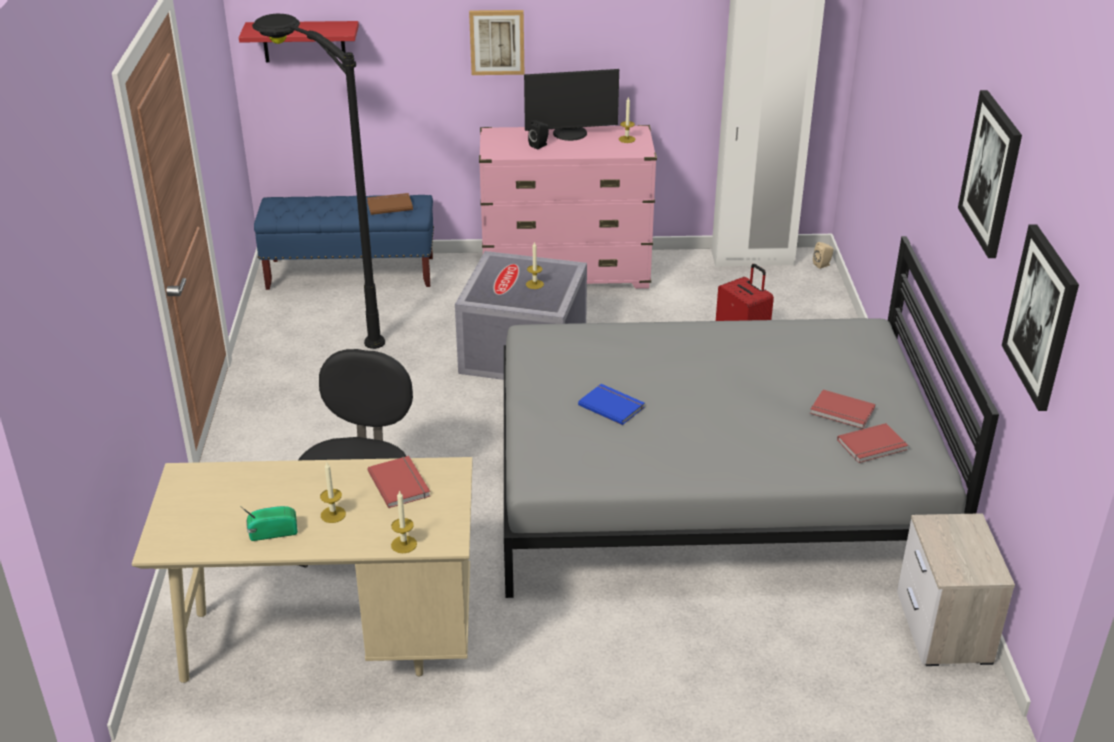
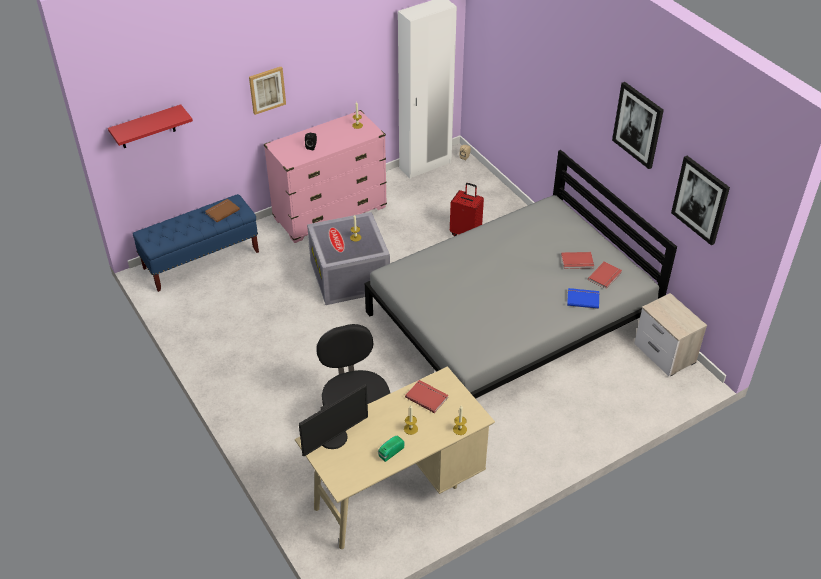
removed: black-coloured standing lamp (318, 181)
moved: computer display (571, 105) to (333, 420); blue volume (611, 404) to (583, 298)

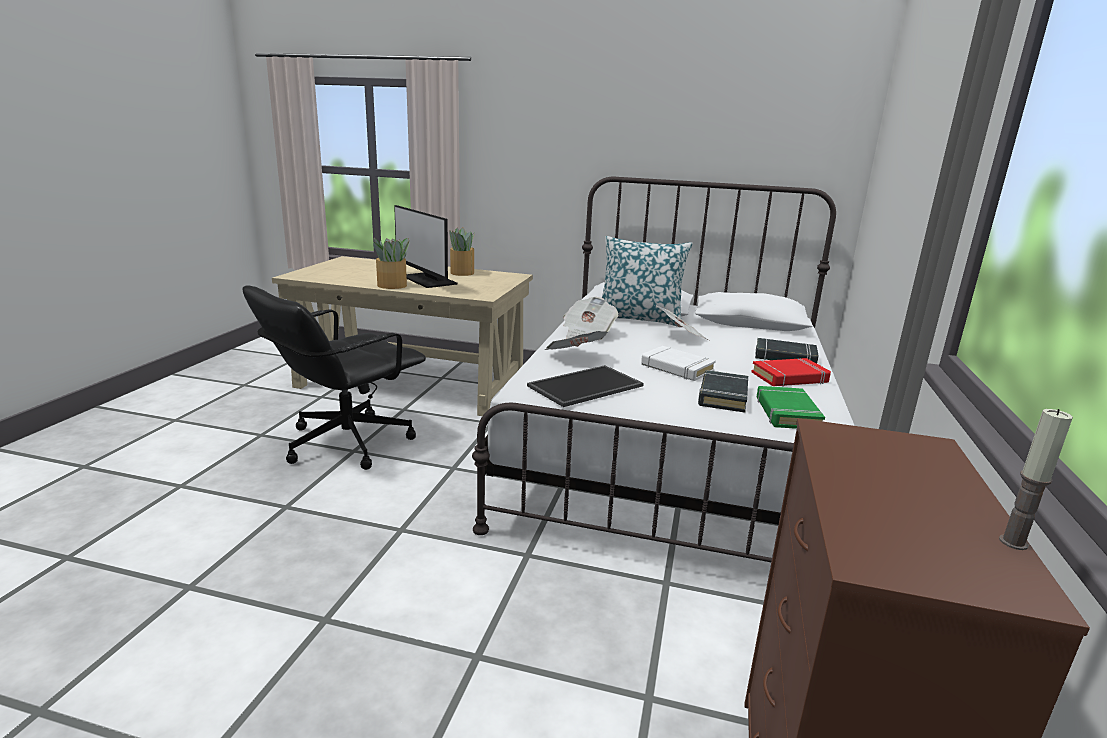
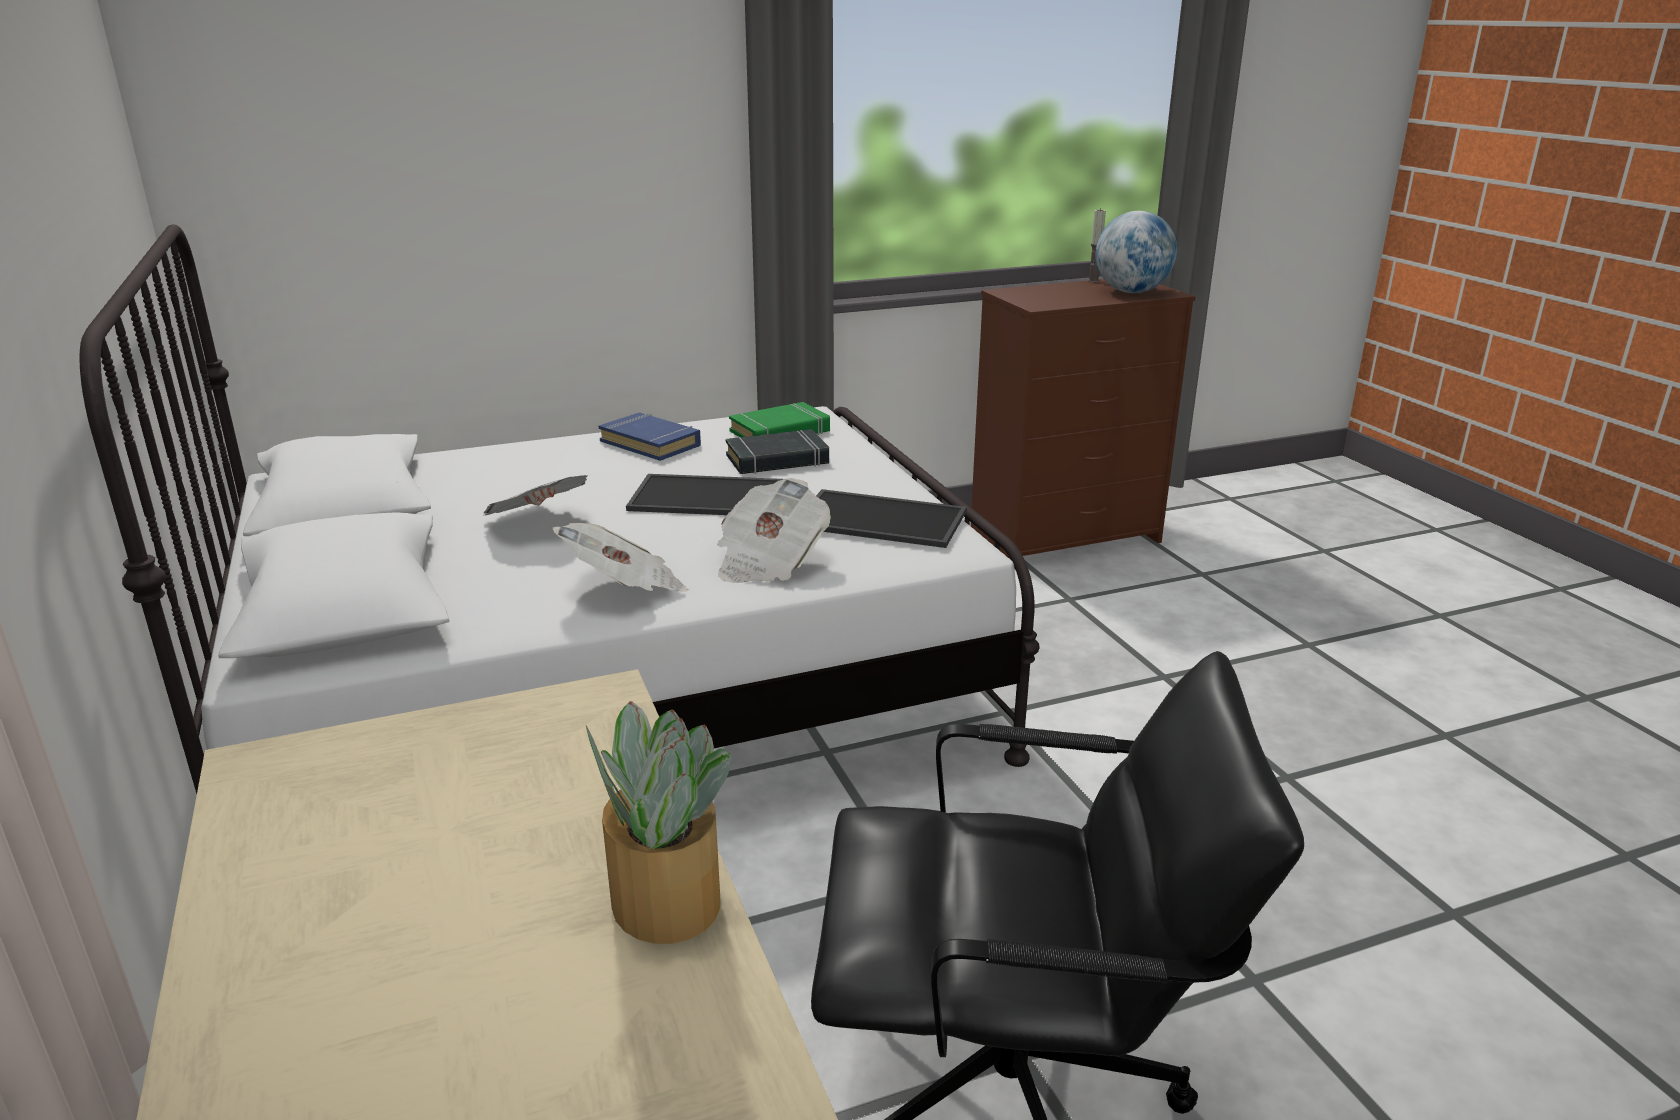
removed: computer display (426, 246); plant in a pot (462, 251); cushion (647, 281); black-coloured volume (787, 351)
added: world globe (1136, 252)
replaced: white-coloured volume (678, 363) to carrying tray (704, 494)
recoloured: red-coloured volume (791, 372) to blue volume (650, 436)

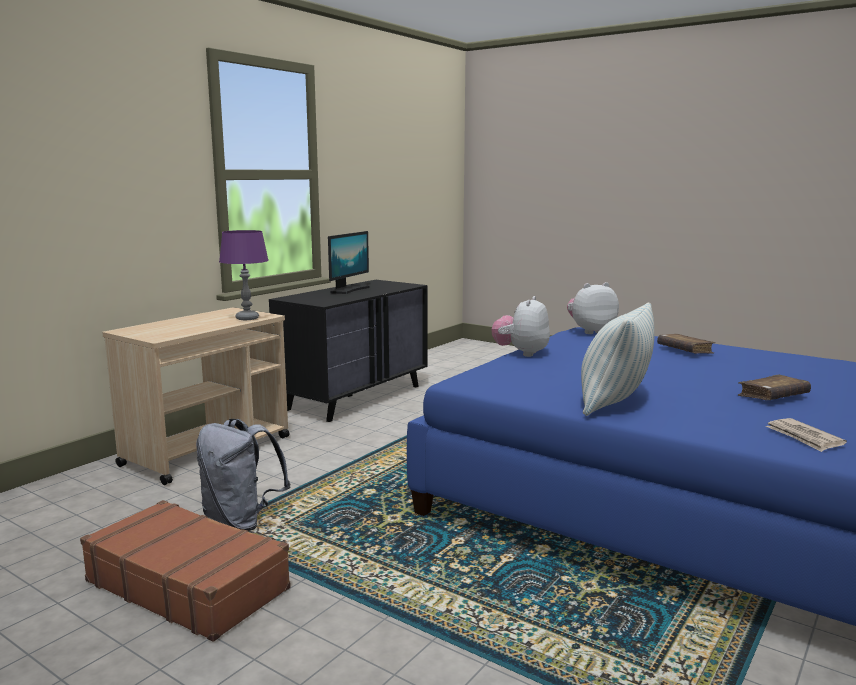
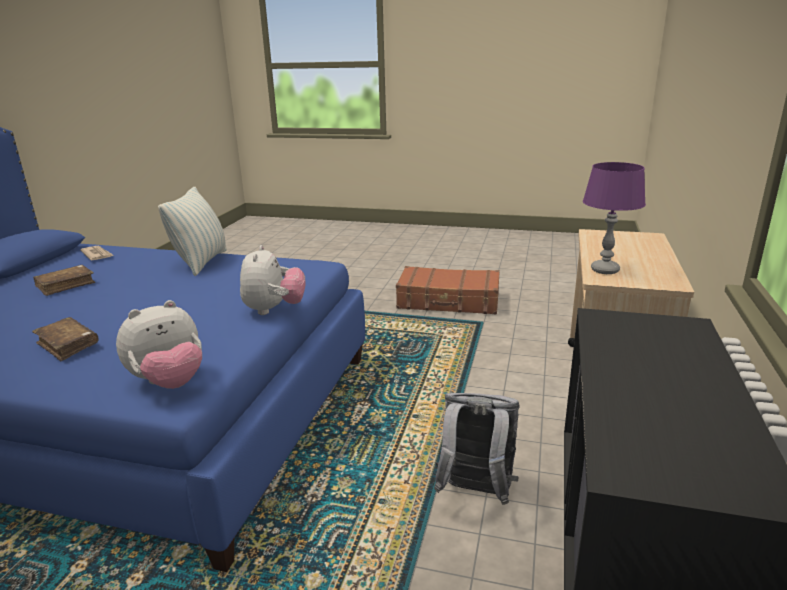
removed: computer display (348, 262)
moved: gray rucksack (243, 475) to (477, 449)

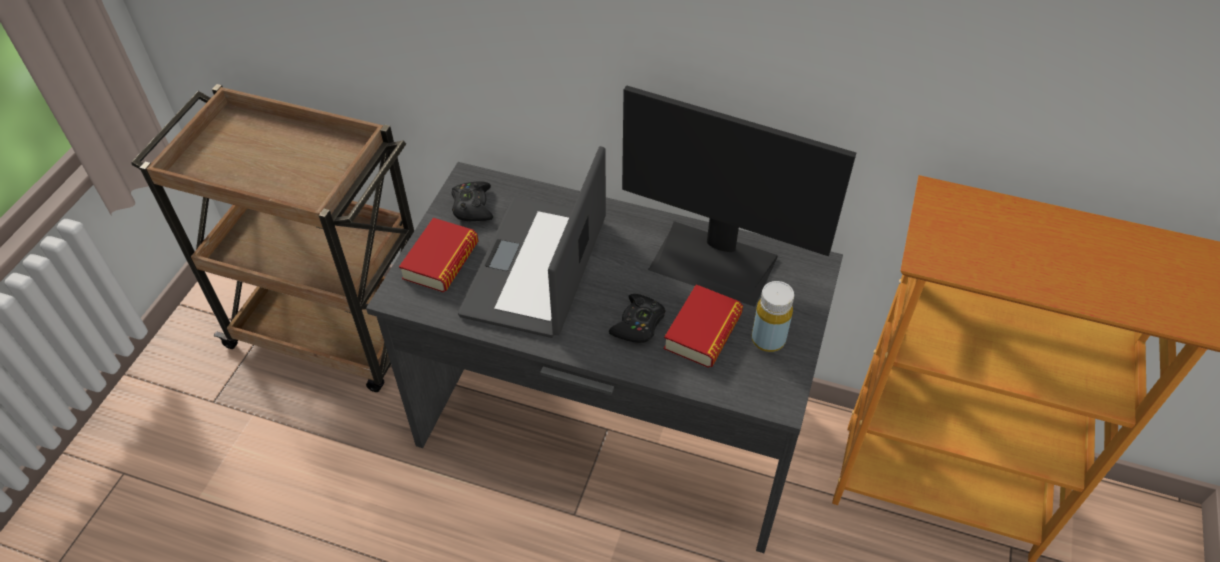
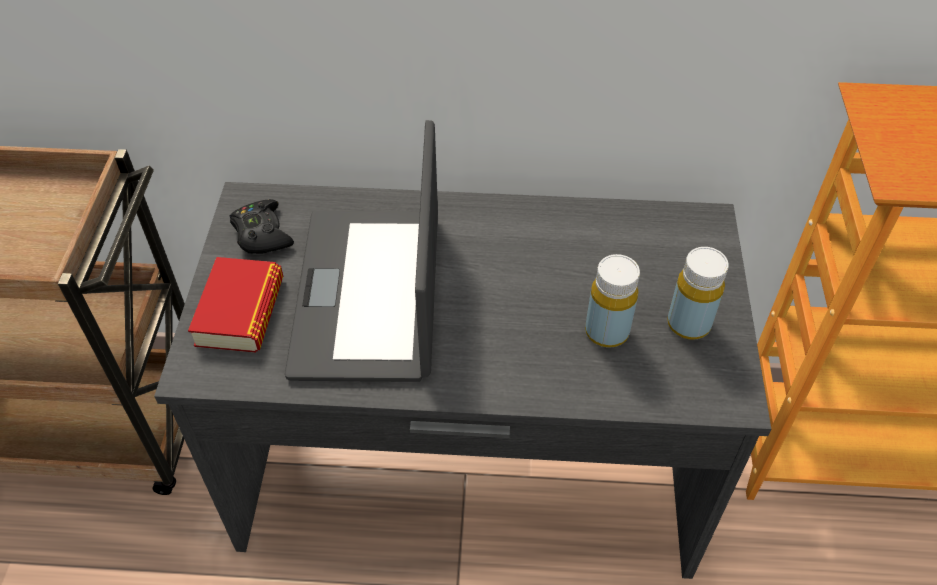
removed: black-coloured gamepad (637, 318); computer display (739, 196)
replaced: volume (703, 326) to yellow-coloured bottle (612, 301)

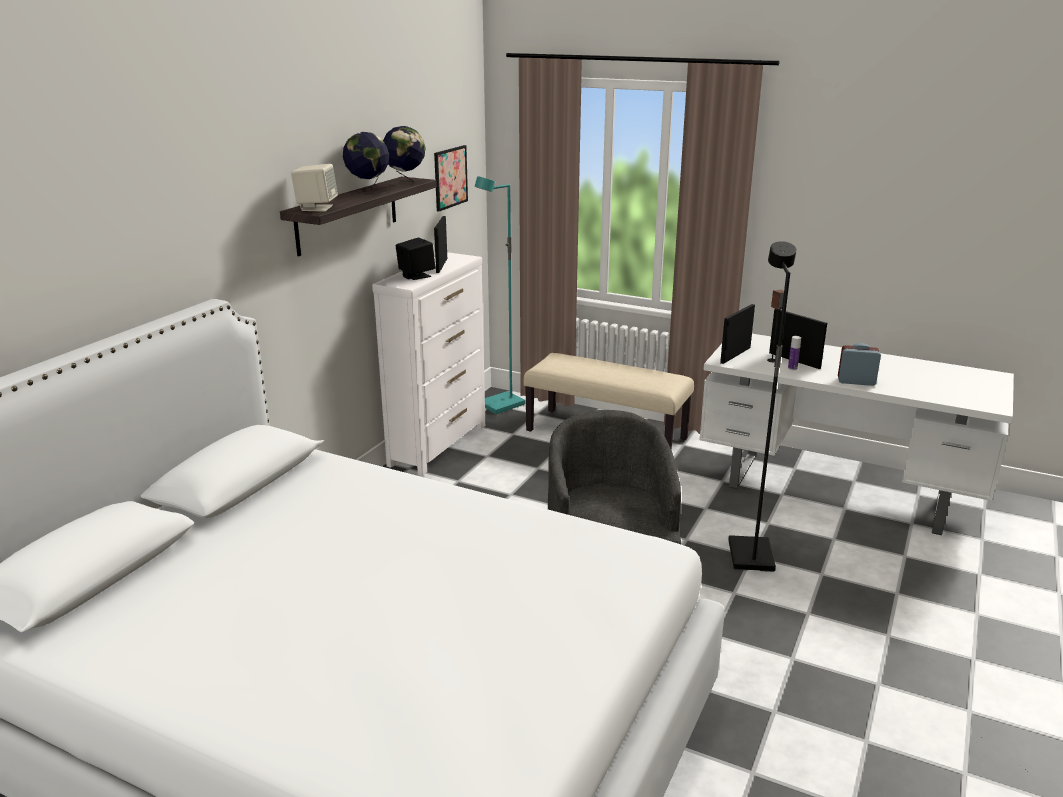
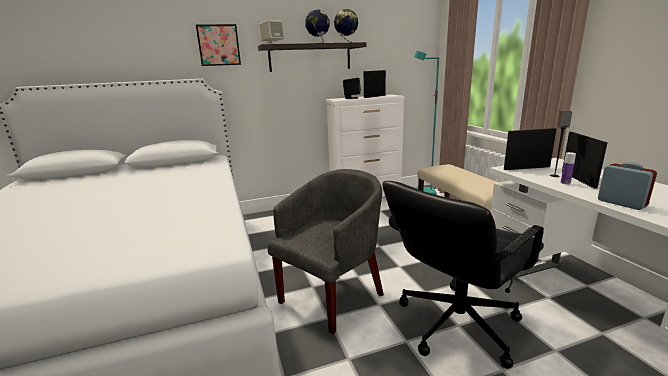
moved: picture (451, 178) to (218, 45)
replaced: black-coloured standing lamp (762, 406) to black-coloured computer chair (463, 275)

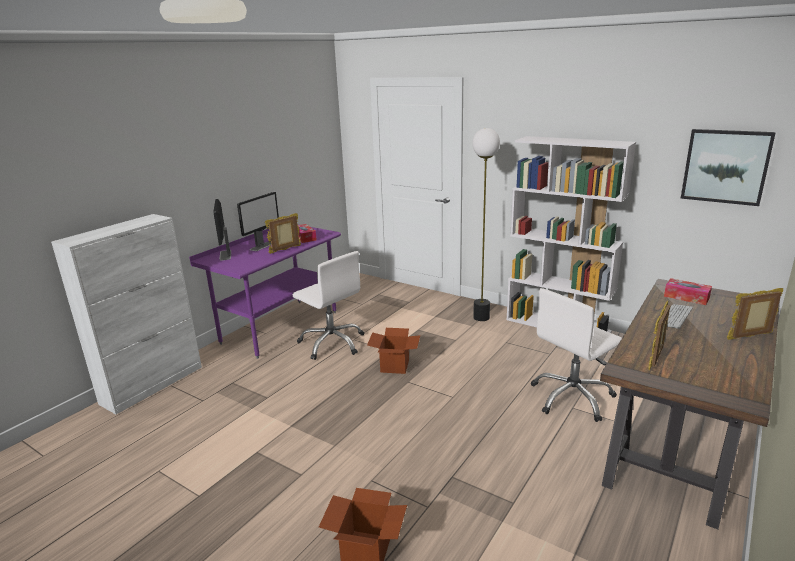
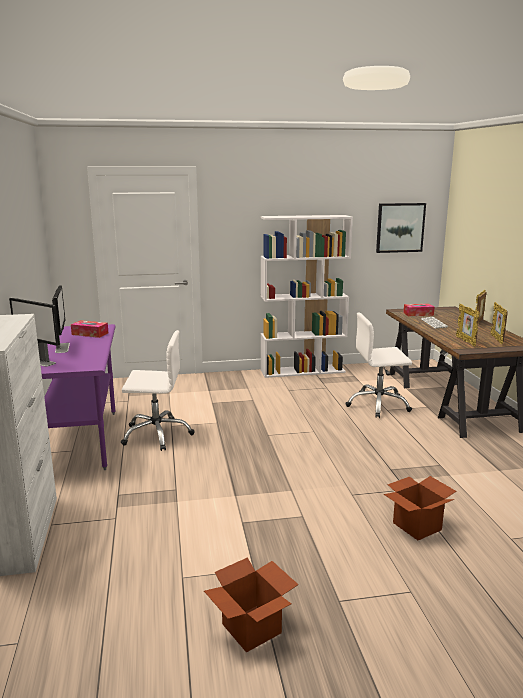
removed: standing lamp (486, 224)
moved: photo frame (283, 233) to (499, 323); carton (393, 351) to (251, 605)
turned: white-coloured computer chair (576, 355) = (378, 365) 75 degrees clockwise

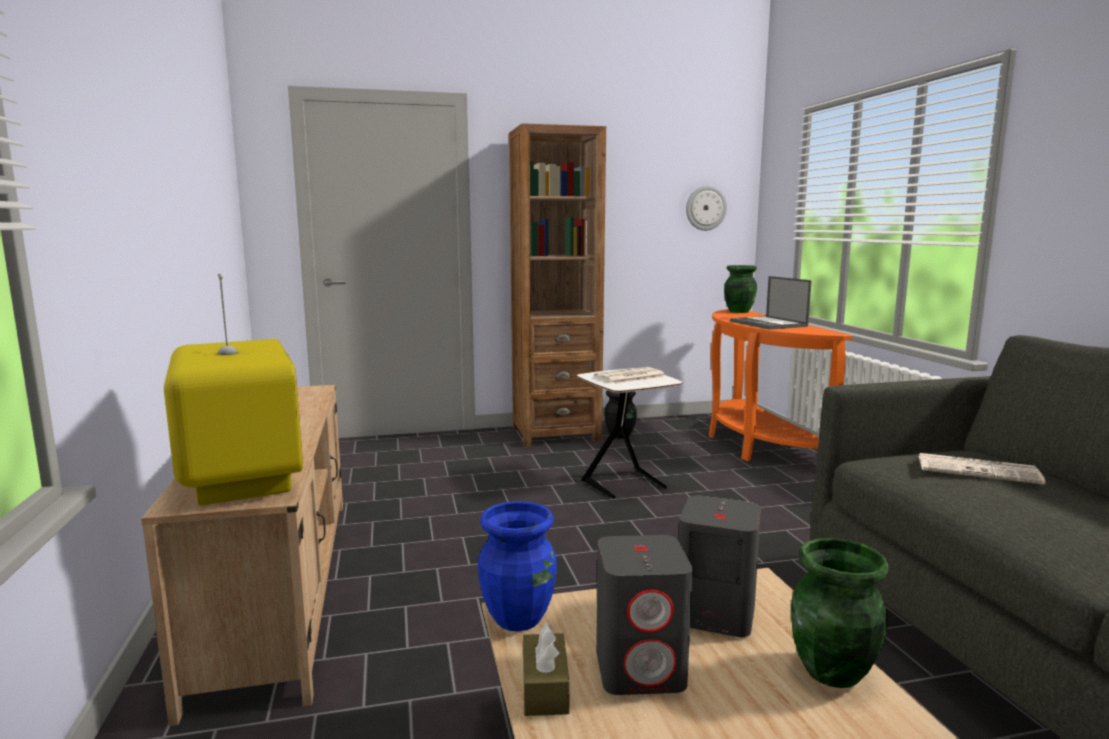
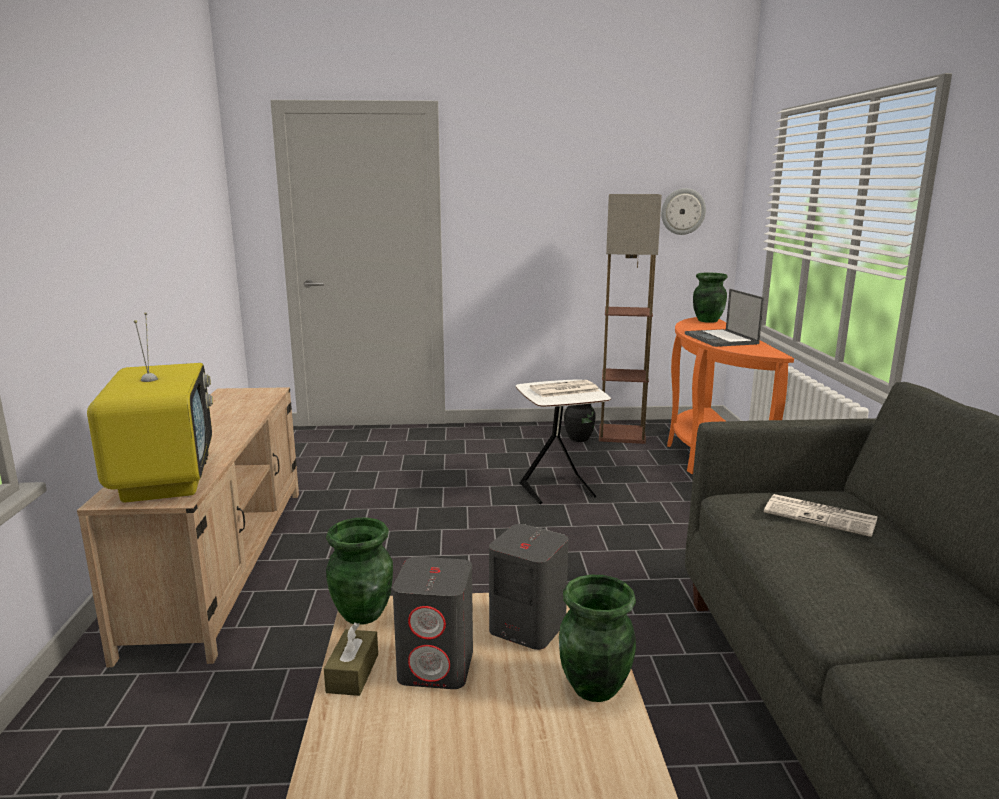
removed: brown-coloured bookcase (557, 285)
added: standing lamp (630, 319)
recoloured: blue decorative vase (517, 566) to green decorative vase (359, 571)

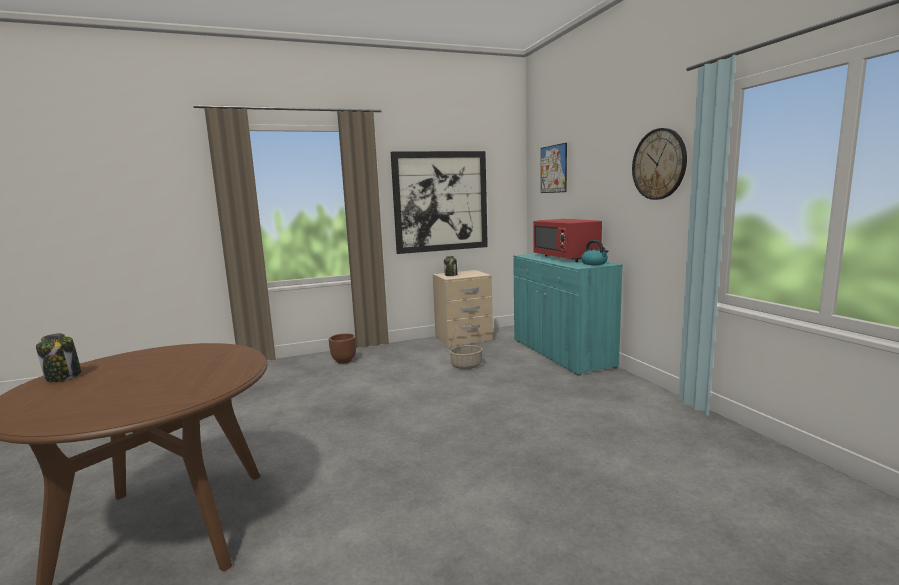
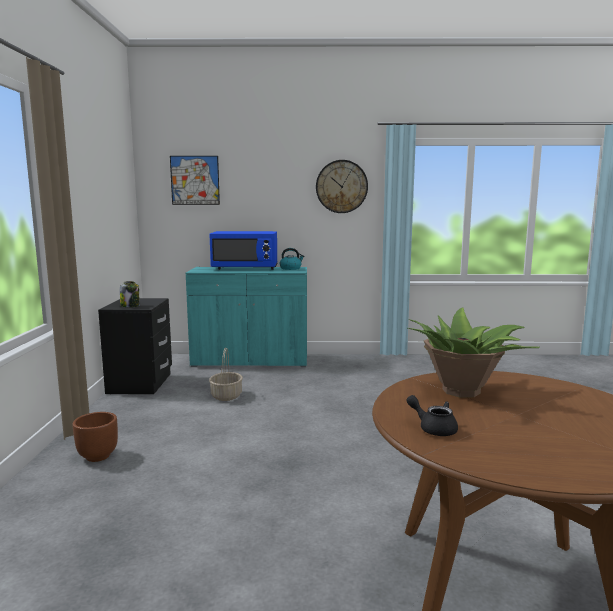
removed: storage jar (58, 357); picture (439, 202)
added: black-coloured tea pot (432, 415); plant in a pot (473, 352)
recoloured: sand-coloured night table (463, 308) to black-coloured night table (135, 346); red-coloured microwave oven (567, 240) to blue microwave oven (243, 250)

